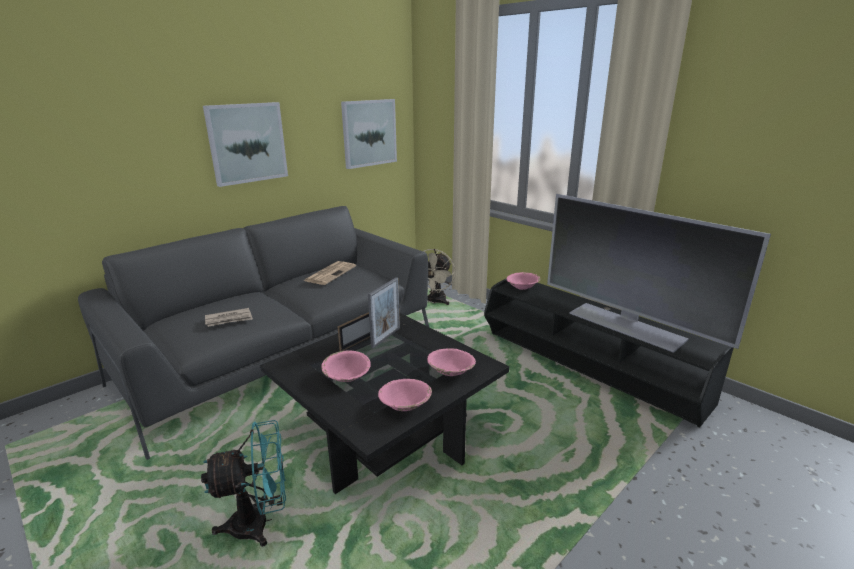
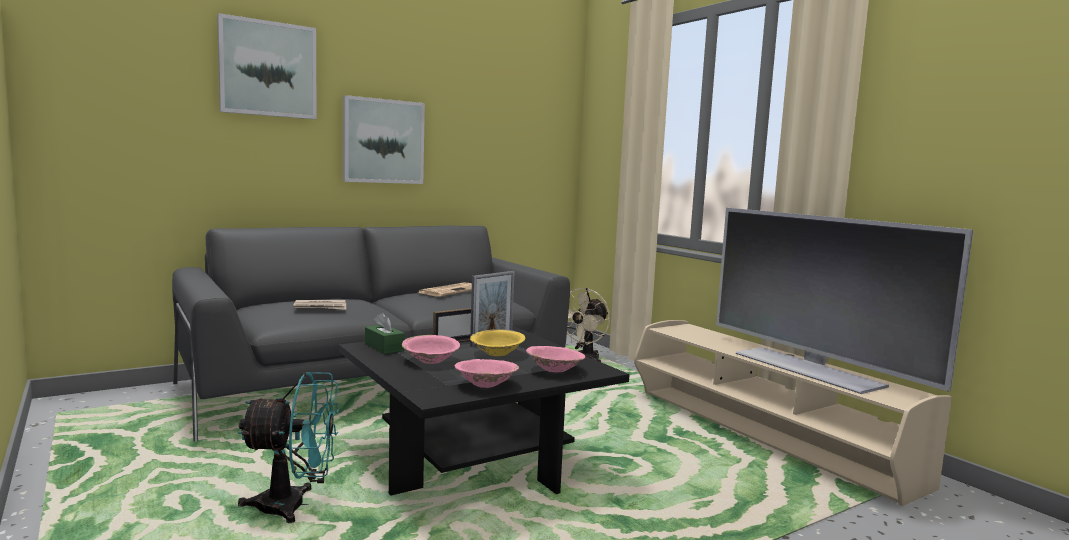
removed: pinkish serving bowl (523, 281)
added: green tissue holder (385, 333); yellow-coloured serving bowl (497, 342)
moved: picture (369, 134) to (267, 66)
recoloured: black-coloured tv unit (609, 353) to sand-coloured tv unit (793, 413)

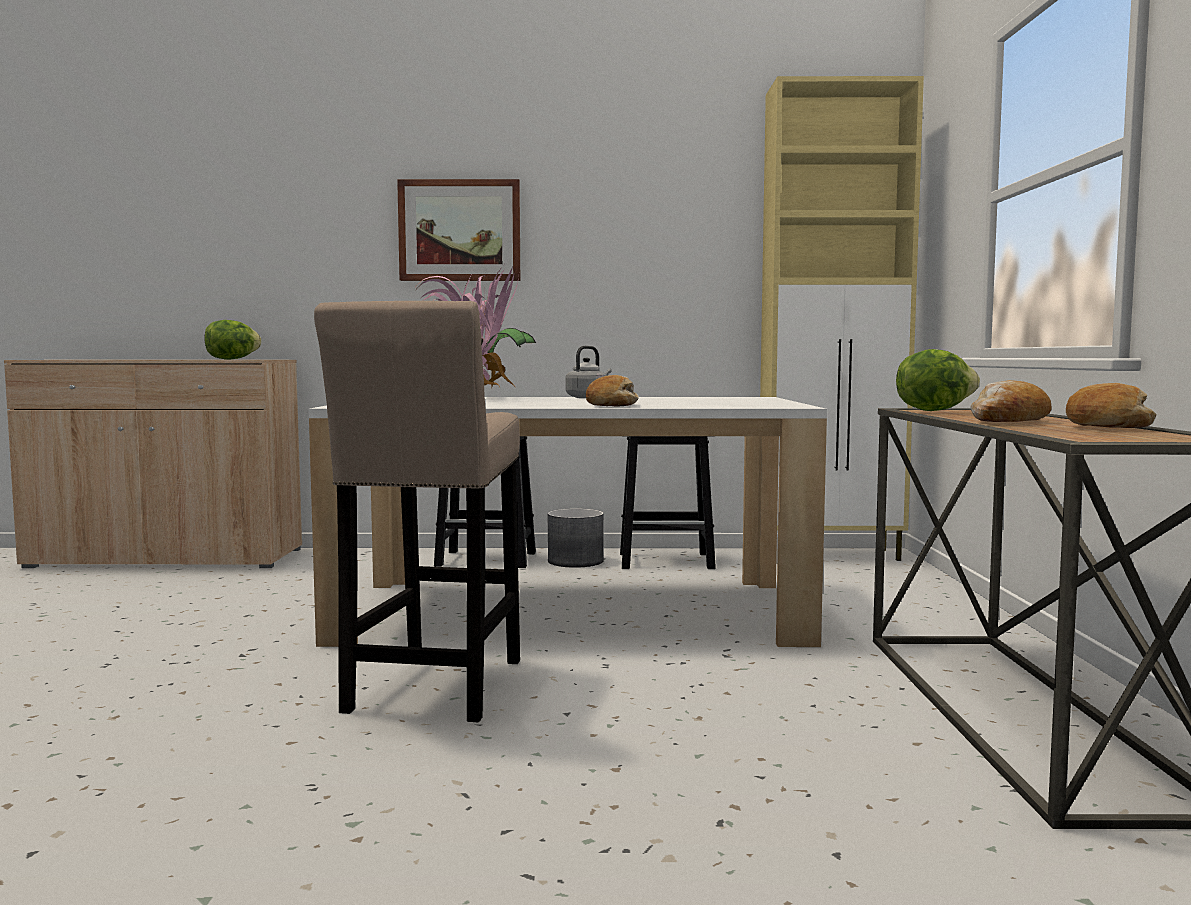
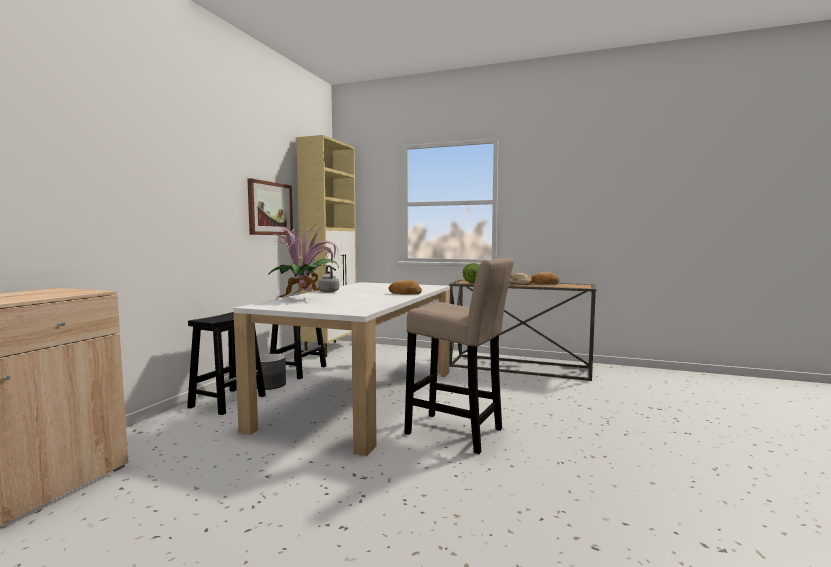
removed: head of lettuce (232, 340)
moved: picture (458, 230) to (270, 206)

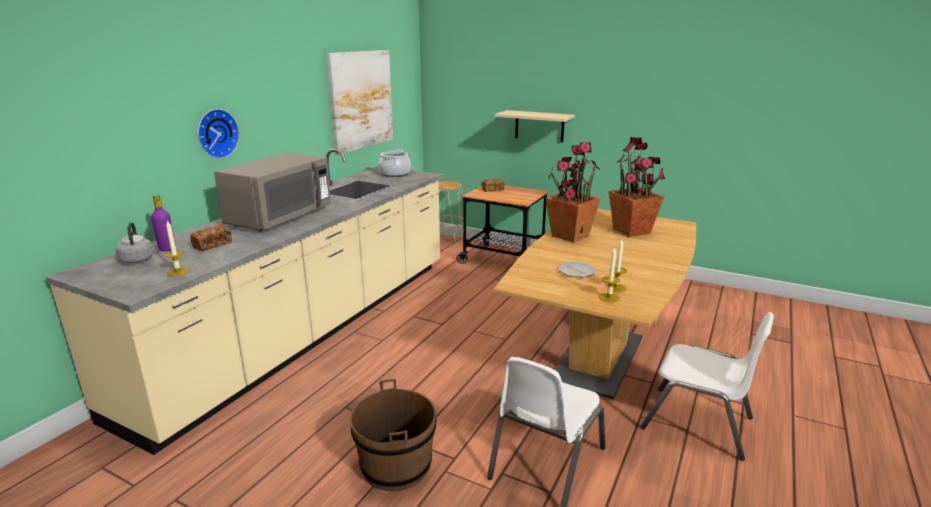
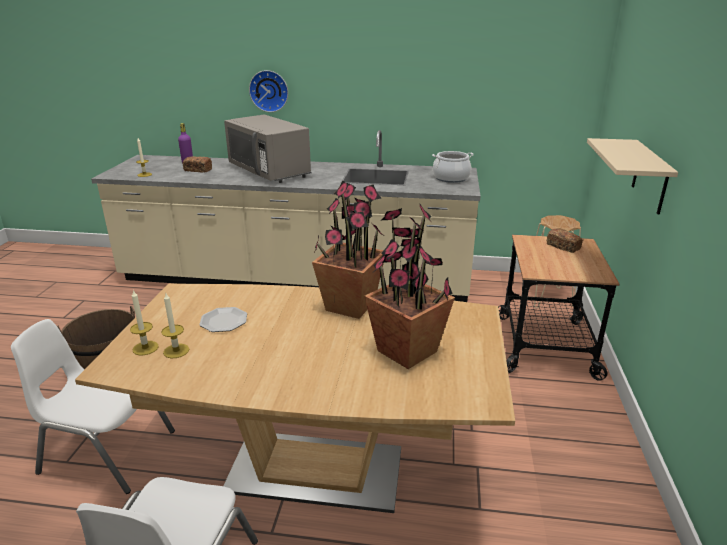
removed: gray water kettle (134, 242); picture (359, 102)
turned: gray microwave oven (272, 192) = (267, 148) 45 degrees clockwise

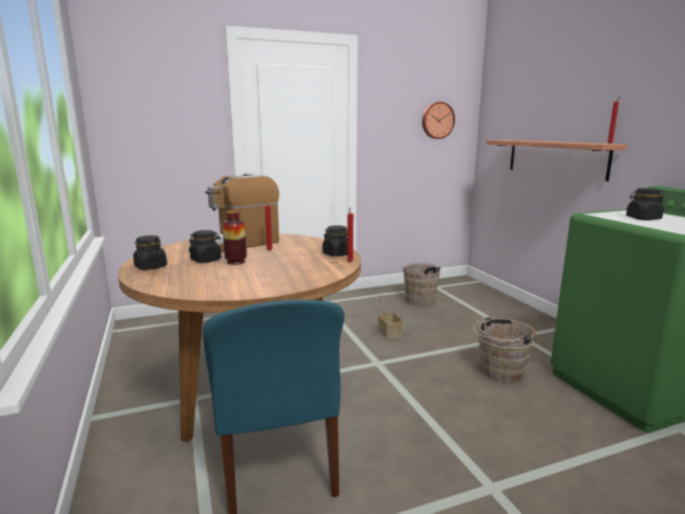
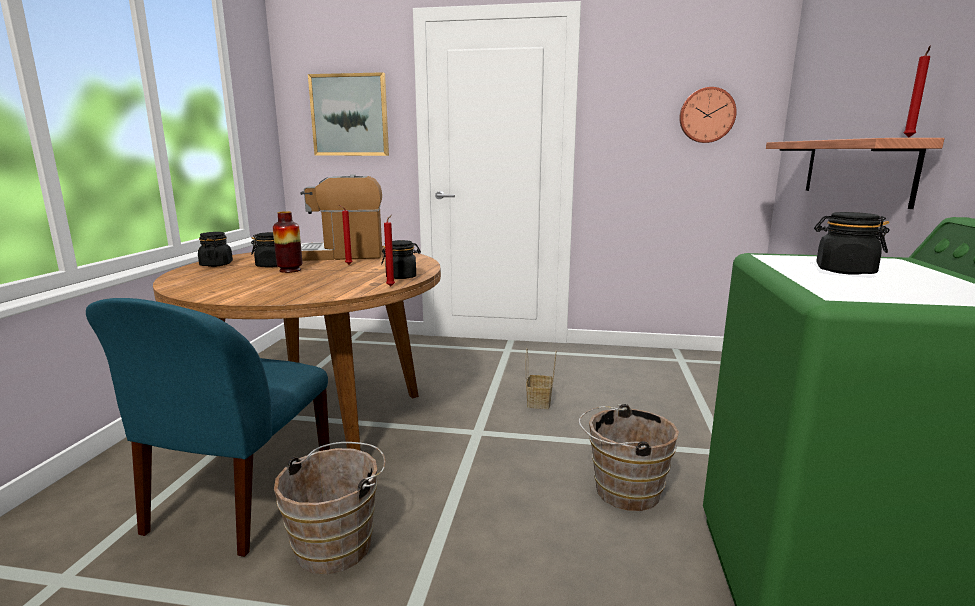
added: picture (348, 114)
moved: brown-coloured water bucket (422, 284) to (330, 508)

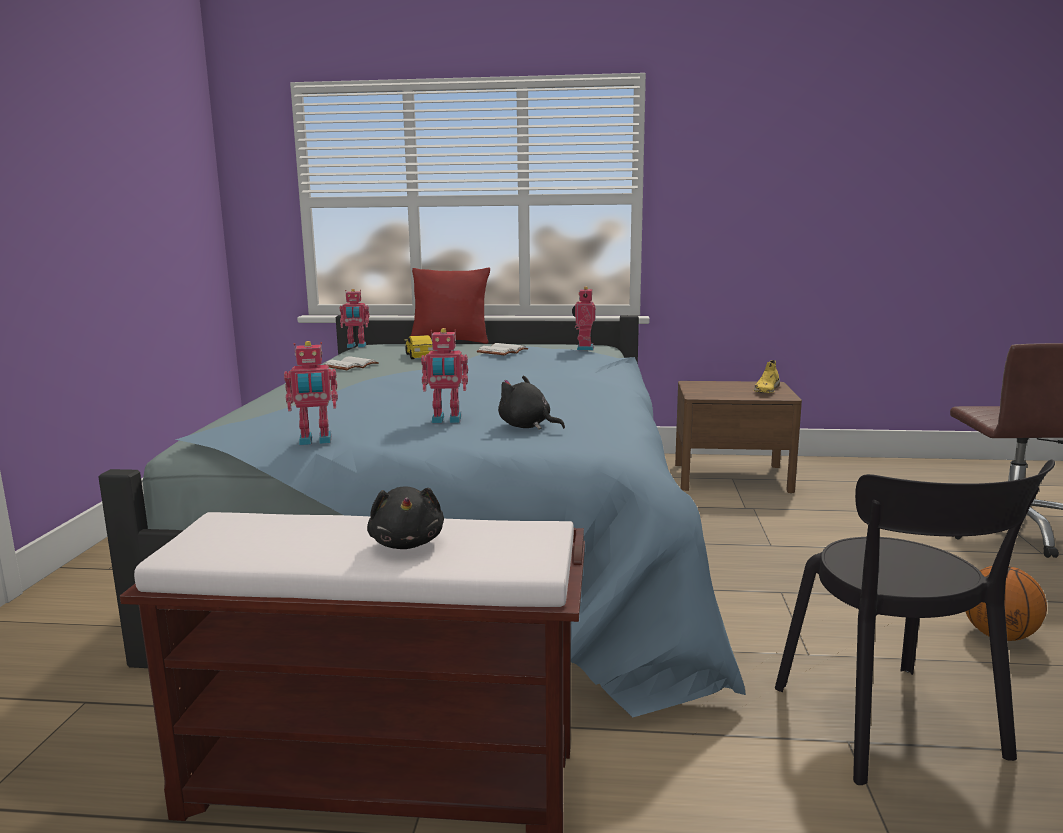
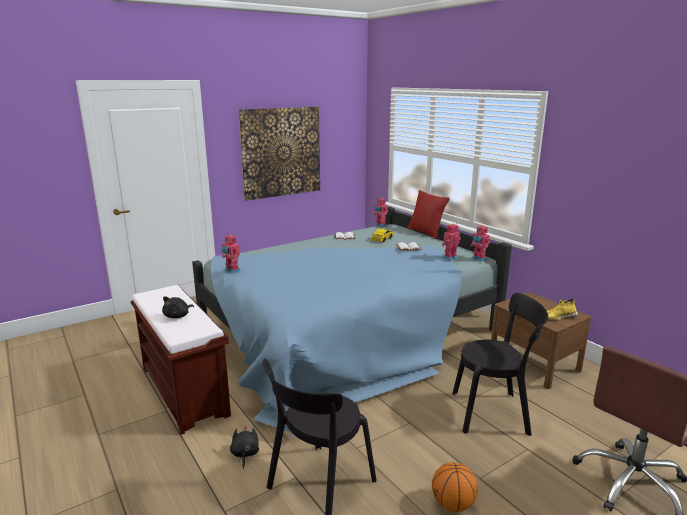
added: picture (279, 154); black-coloured upright chair (500, 364)
moved: robot figure (444, 375) to (480, 243); black-coloured plush toy (531, 403) to (244, 447)

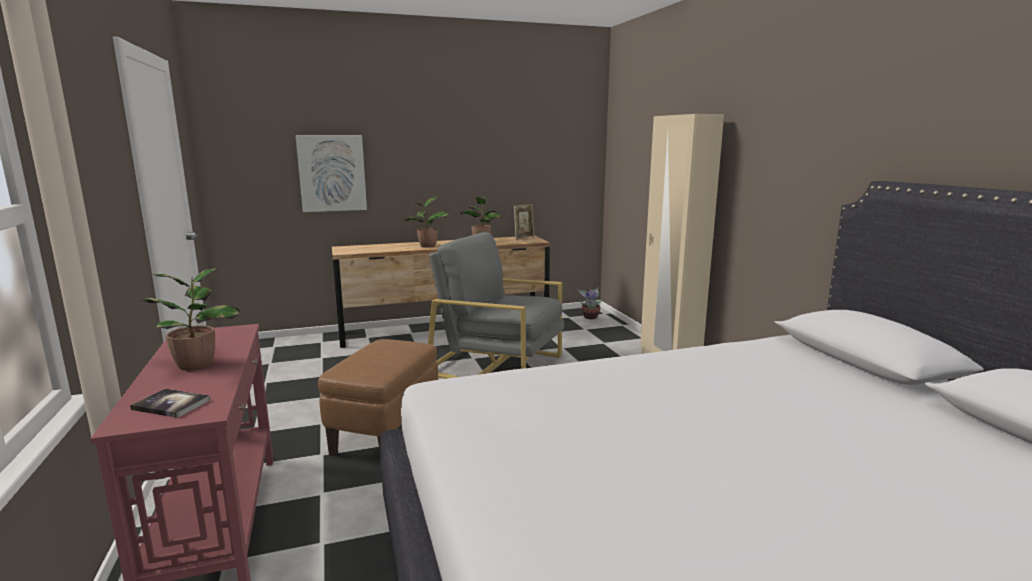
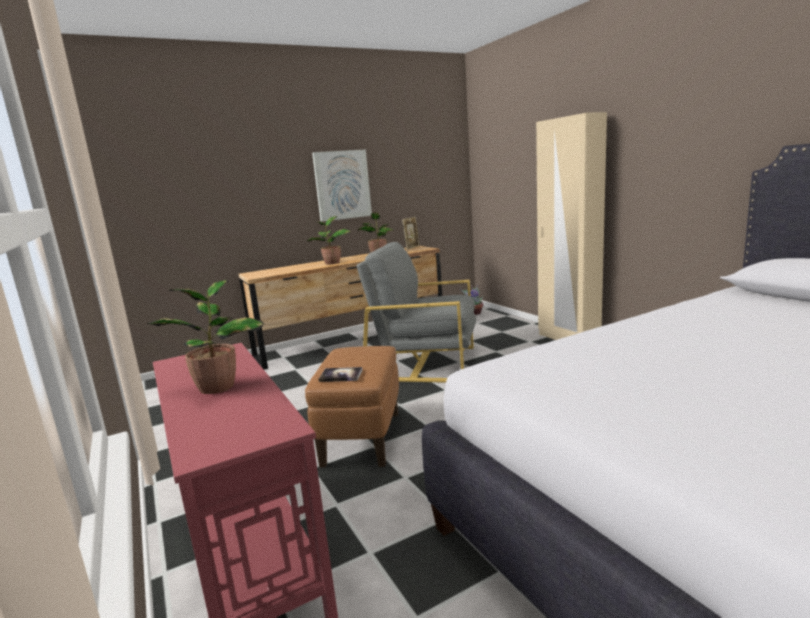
moved: volume (170, 403) to (340, 374); picture (331, 173) to (342, 186)

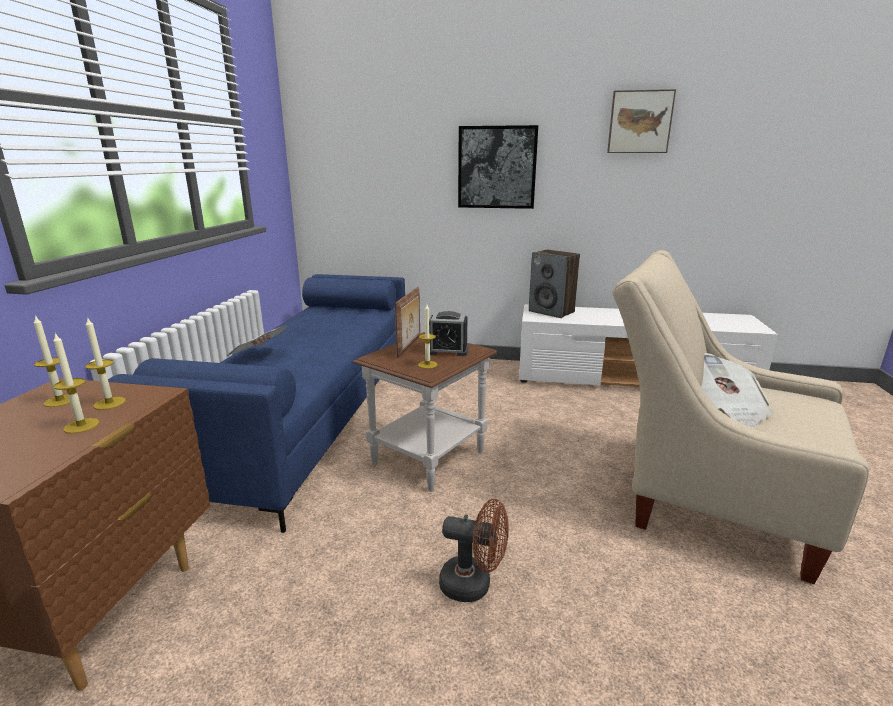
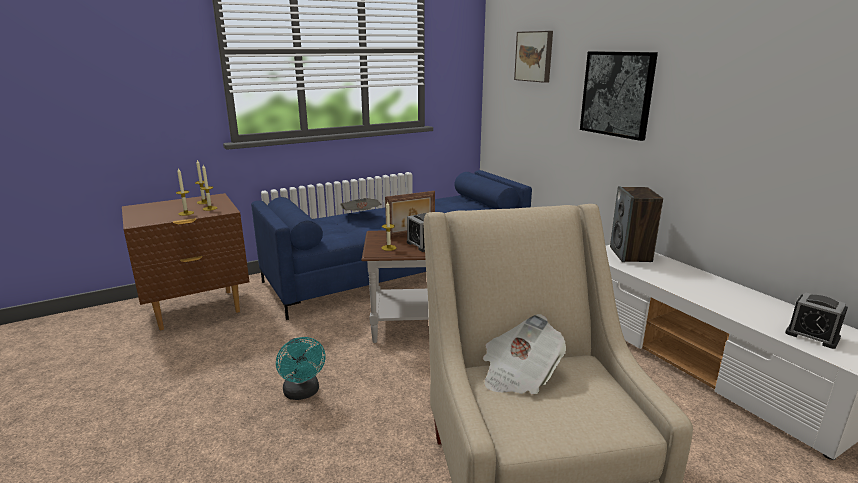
added: table clock (816, 320)
moved: picture (641, 121) to (533, 57)
recoloured: brown-coloured fan (474, 550) to turquoise fan (301, 368)

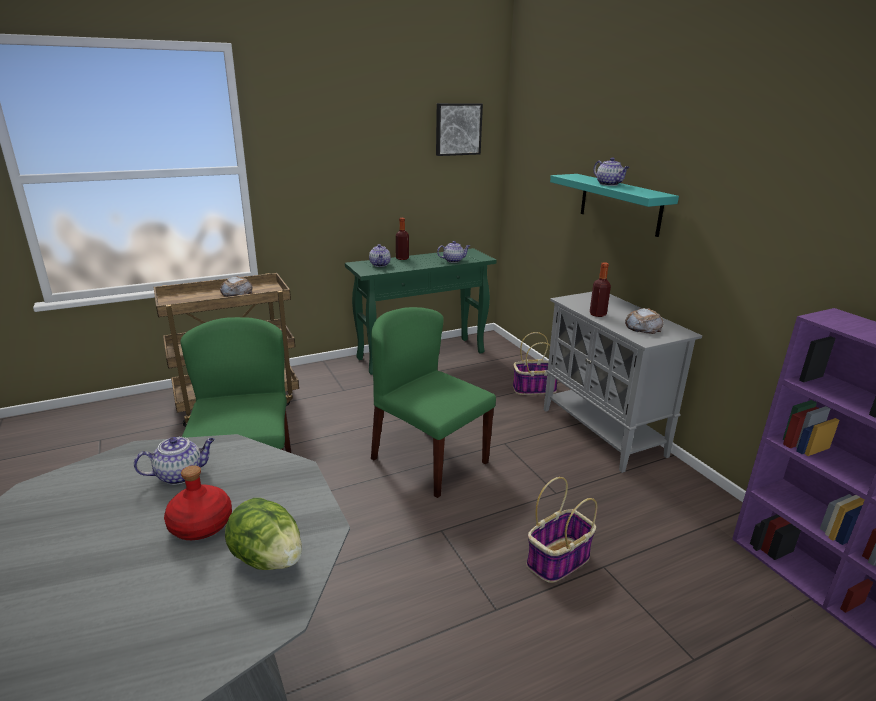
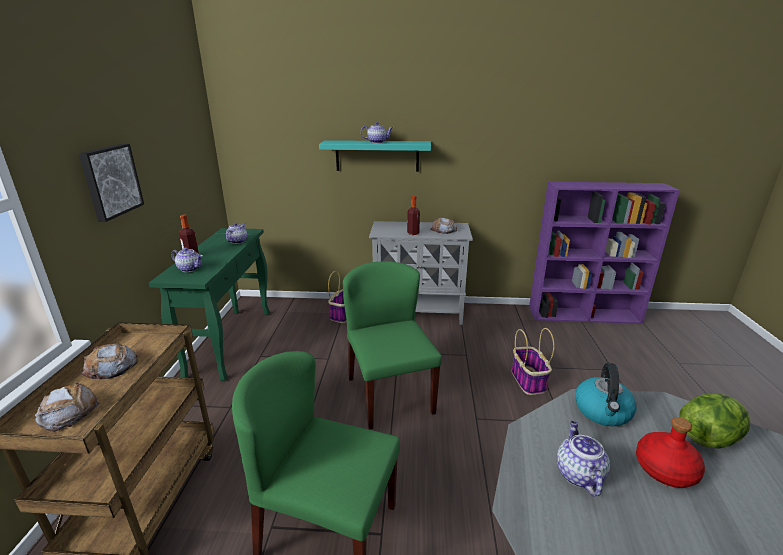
added: bread (67, 407); water kettle (606, 395)
moved: picture (459, 129) to (111, 183)
turned: green upright chair (433, 402) = (392, 345) 90 degrees clockwise

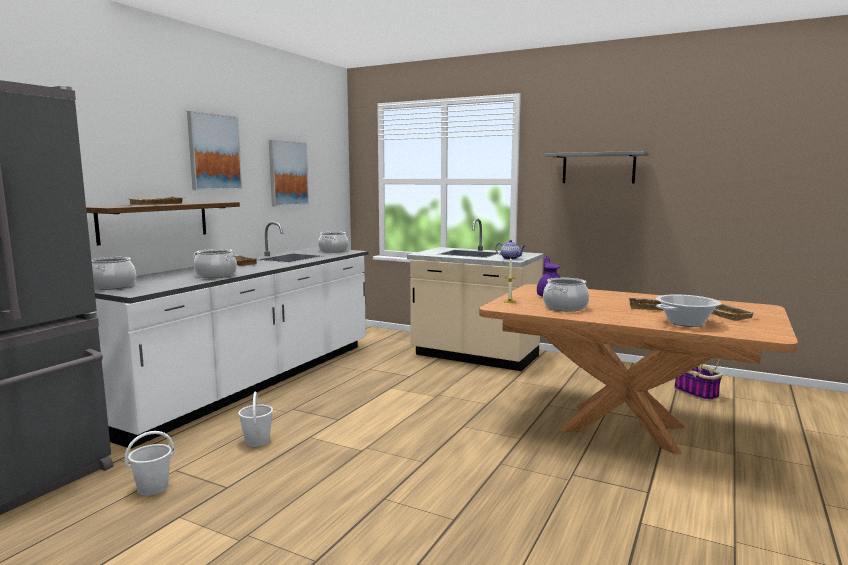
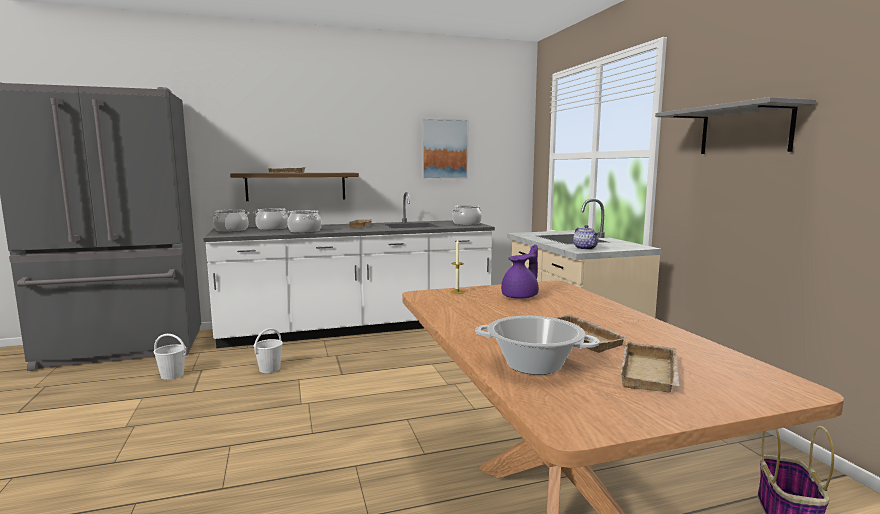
removed: picture (214, 150)
moved: stockpot (566, 294) to (272, 219)

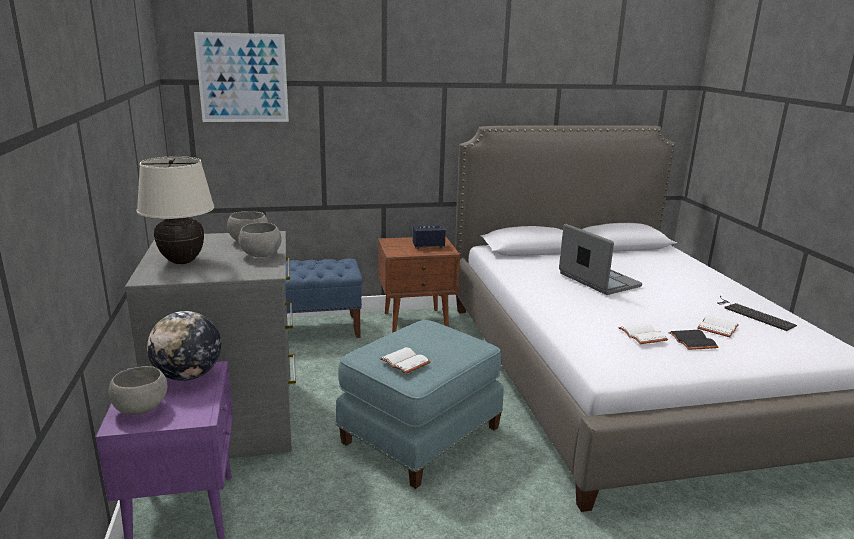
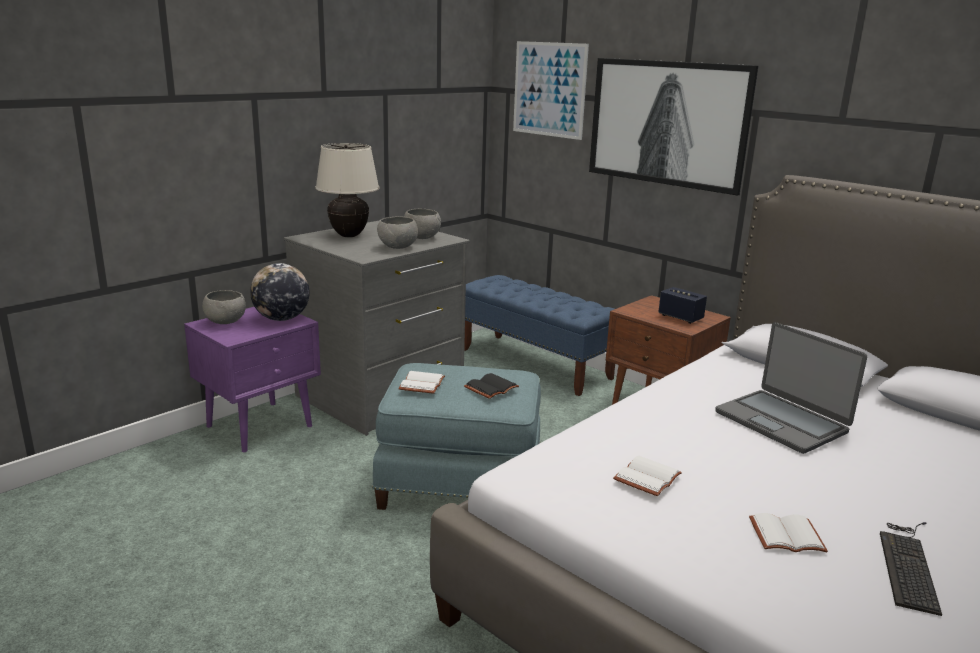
added: picture (674, 127)
moved: black-coloured volume (693, 340) to (491, 386)
turned: laptop (600, 259) = (791, 388) 120 degrees clockwise

